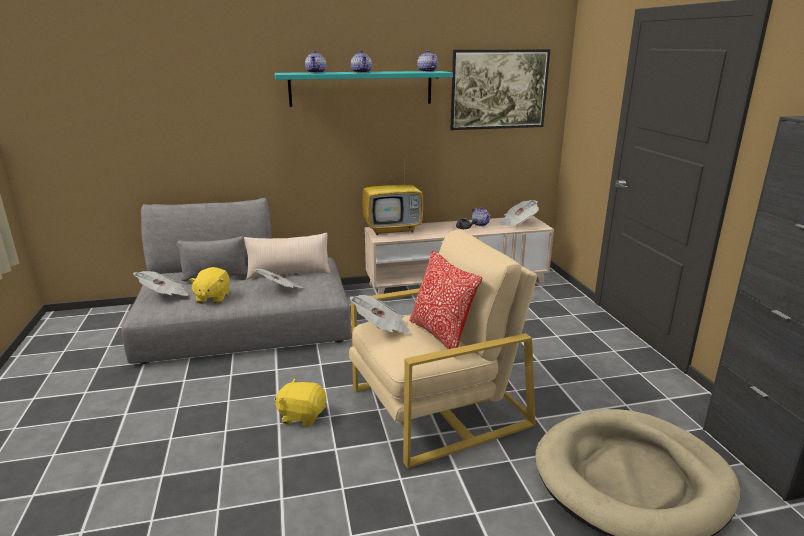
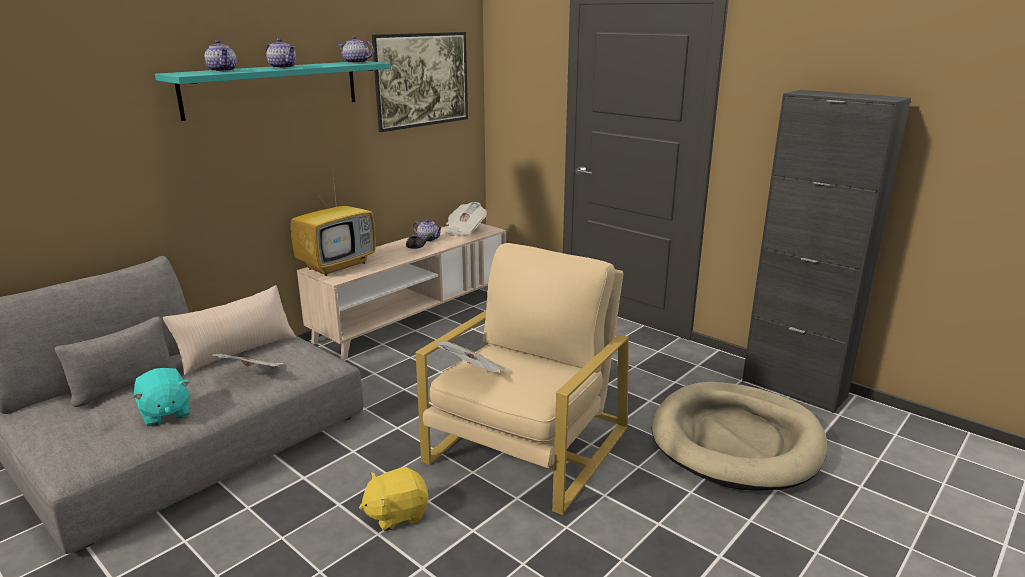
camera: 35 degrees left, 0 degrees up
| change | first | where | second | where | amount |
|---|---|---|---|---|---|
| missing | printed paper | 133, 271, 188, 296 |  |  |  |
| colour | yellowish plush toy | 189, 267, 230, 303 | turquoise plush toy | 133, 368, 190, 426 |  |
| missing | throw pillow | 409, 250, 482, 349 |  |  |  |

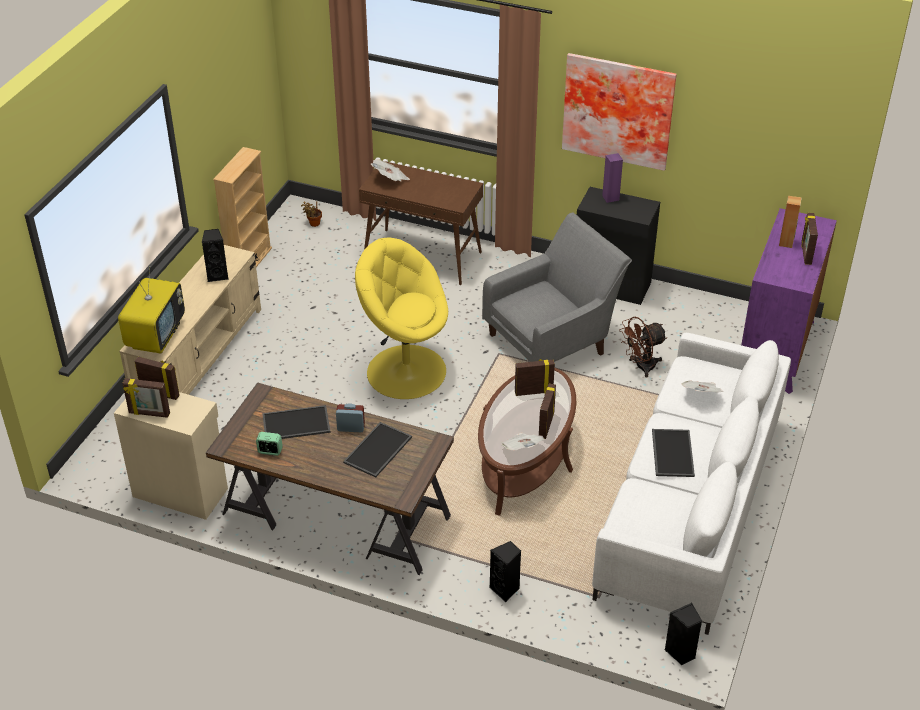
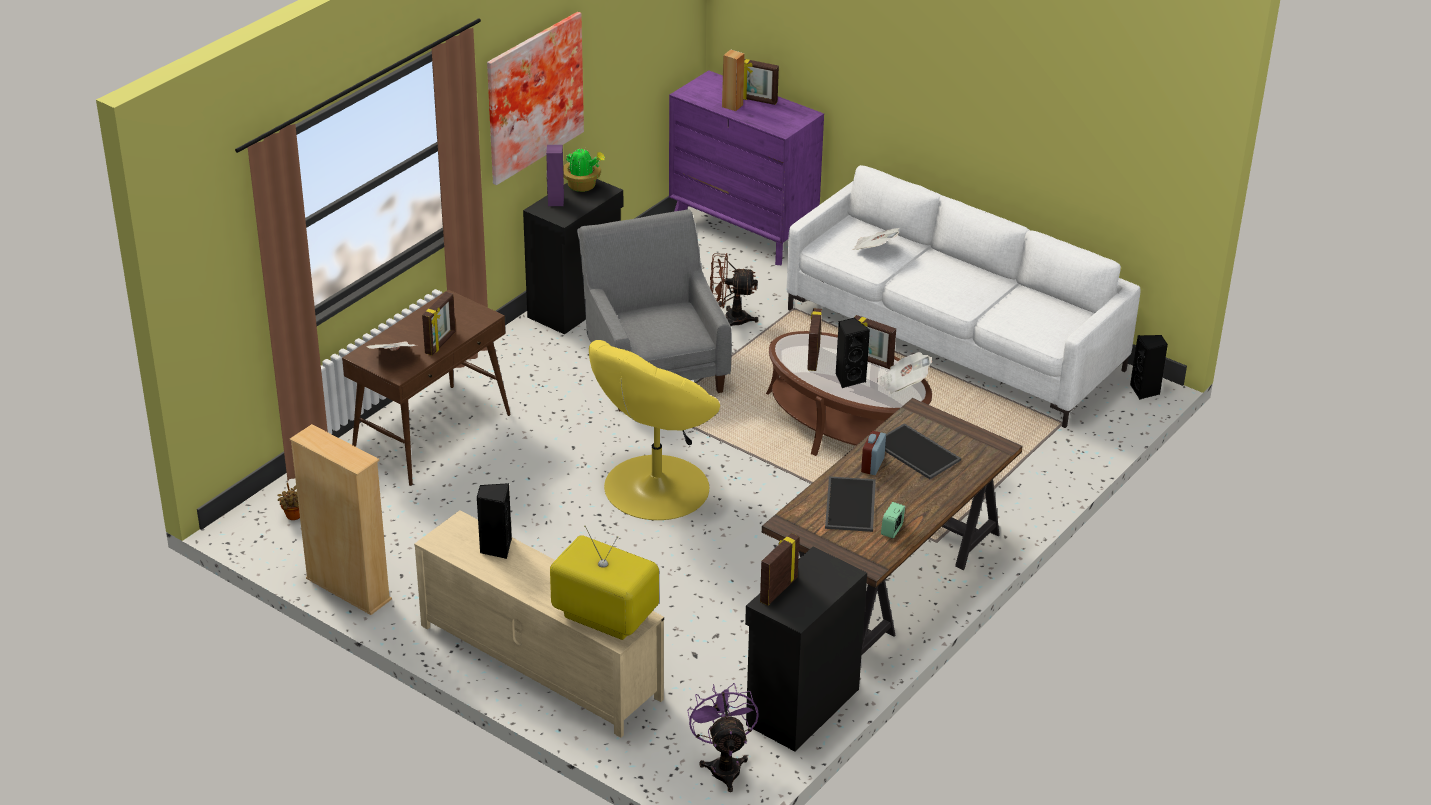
camera: 75 degrees left, 5 degrees down
| change | first | where | second | where | amount |
|---|---|---|---|---|---|
| colour | beige-coloured cupboard | 114, 392, 228, 520 | blackish cupboard | 745, 547, 867, 751 |  |
| relocated | photo frame | 122, 378, 170, 418 |  | 422, 292, 456, 355 |  |
| relocated | blackish loudspeaker | 490, 541, 521, 602 |  | 835, 317, 870, 388 |  |
| spun | brownish cooling fan | 619, 316, 667, 377 |  | 710, 253, 758, 326 | 105 degrees clockwise |
| missing | serving tray | 652, 429, 695, 477 |  |  |  |
| appeared |  |  | houseplant | 563, 148, 605, 192 |  |
| appeared |  |  | purple-coloured cooling fan | 687, 683, 759, 792 |  |

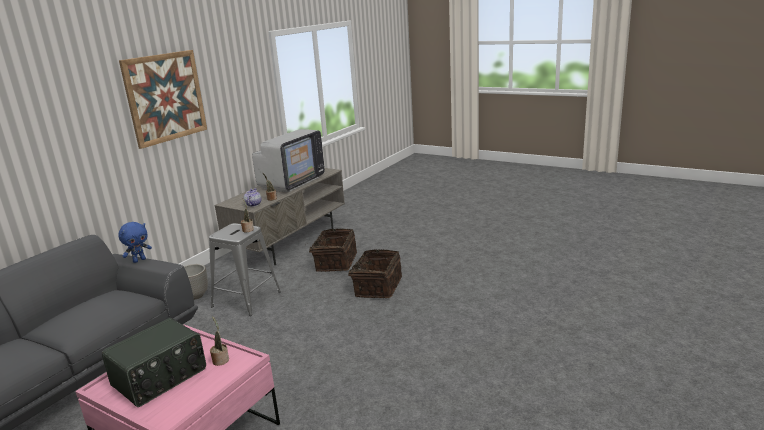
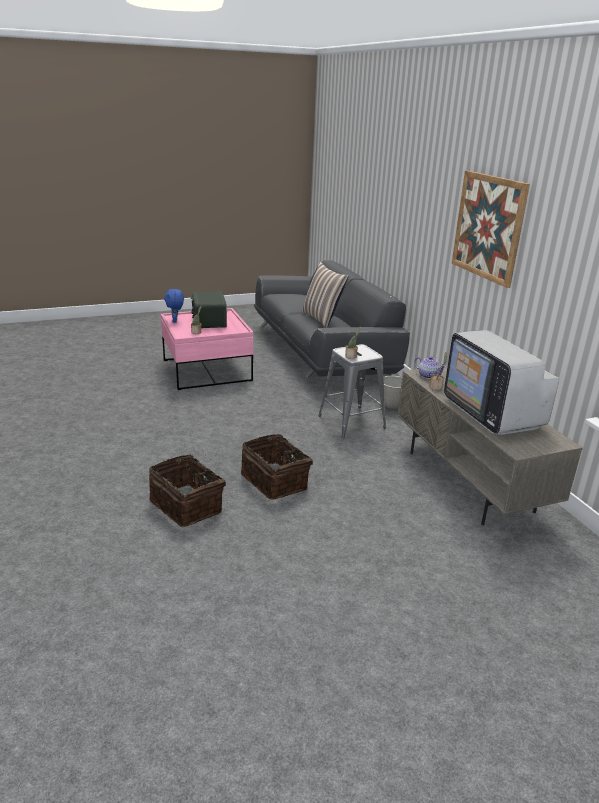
camera: 125 degrees right, 5 degrees up
| change | first | where | second | where | amount |
|---|---|---|---|---|---|
| relocated | blue-coloured plush toy | 118, 222, 152, 263 |  | 164, 289, 184, 323 |  |
| relocated | basket | 309, 228, 357, 272 |  | 149, 455, 226, 527 |  |
| appeared |  |  | throw pillow | 301, 262, 348, 328 |  |

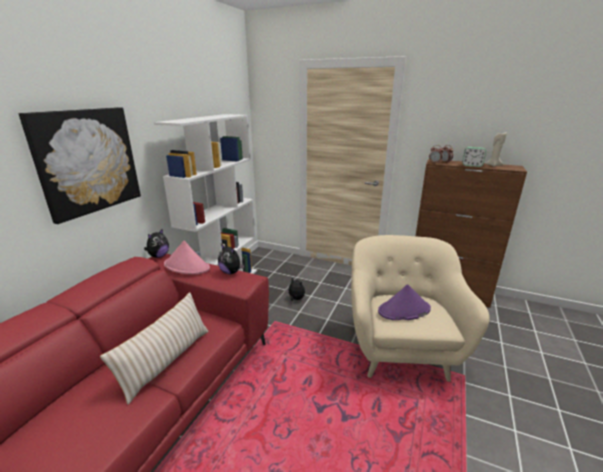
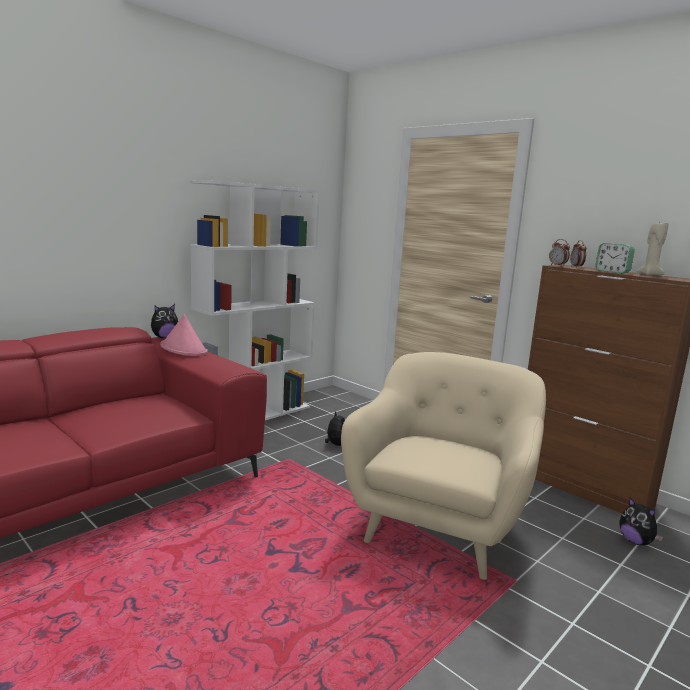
camera: 20 degrees right, 10 degrees down
| change | first | where | second | where | amount |
|---|---|---|---|---|---|
| missing | wall picture | 19, 107, 141, 224 |  |  |  |
| missing | beige-coloured throw pillow | 100, 292, 209, 405 |  |  |  |
| relocated | plush toy | 218, 244, 244, 274 |  | 619, 498, 664, 545 |  |
| missing | purple-coloured wearable hat | 378, 284, 431, 320 |  |  |  |

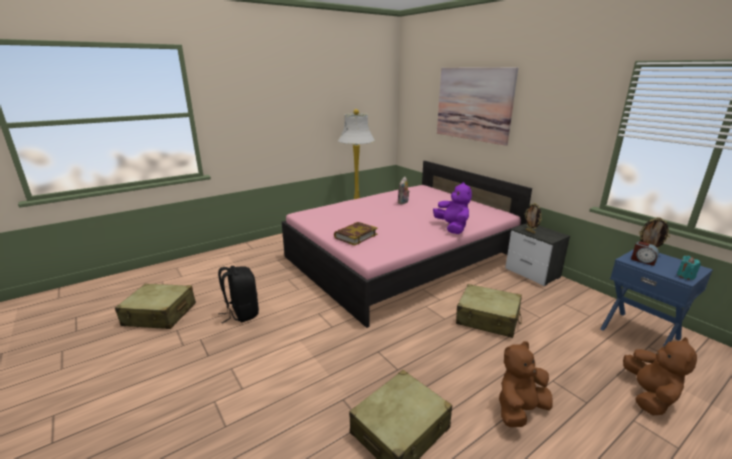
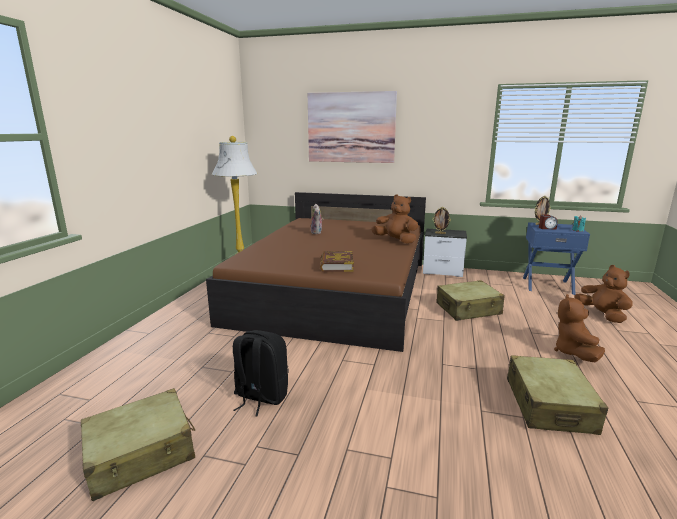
camera: 40 degrees left, 5 degrees down
| change | first | where | second | where | amount |
|---|---|---|---|---|---|
| colour | pinkish sleeping bed | 282, 161, 532, 328 | brownish sleeping bed | 206, 192, 426, 352 |  |
| colour | purple-coloured plush toy | 433, 182, 472, 234 | brownish plush toy | 371, 195, 418, 244 |  |

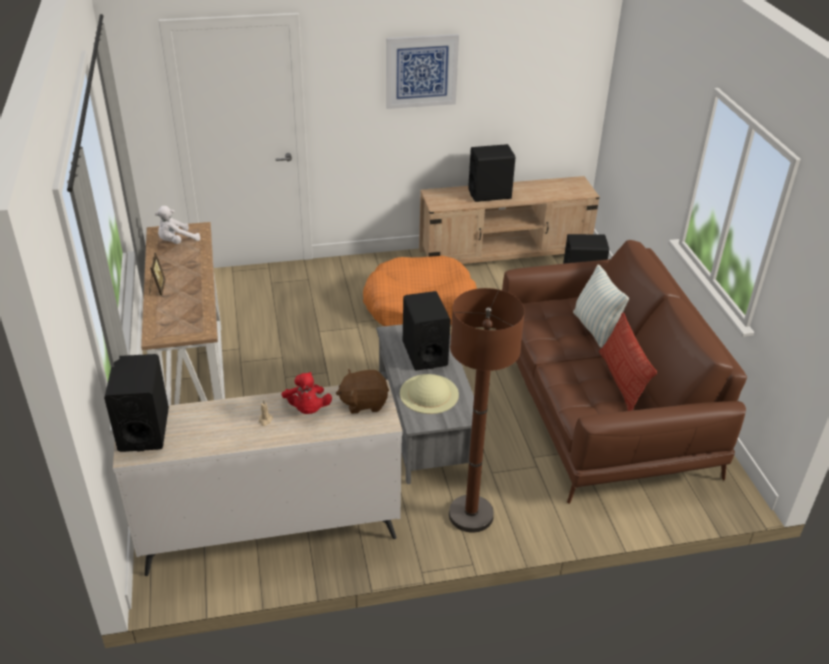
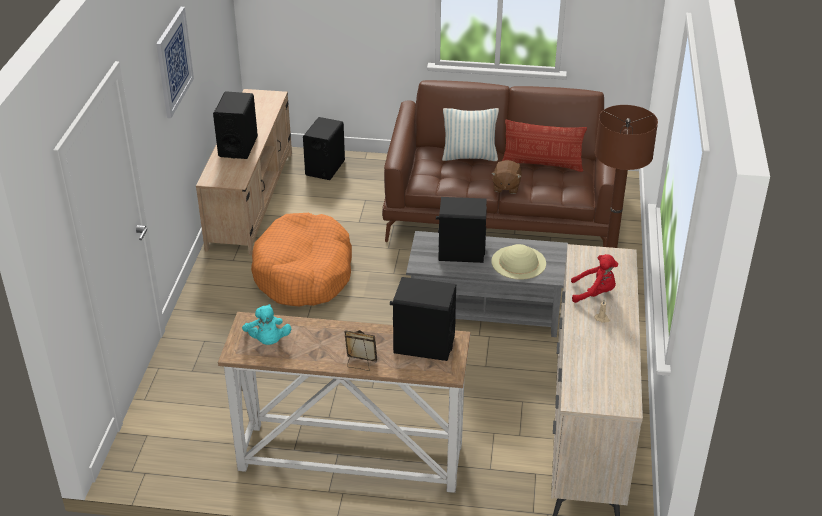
camera: 70 degrees left, 0 degrees up
| change | first | where | second | where | amount |
|---|---|---|---|---|---|
| relocated | blackish loudspeaker | 104, 354, 169, 452 |  | 390, 277, 456, 361 |  |
| colour | white-coloured plush toy | 155, 206, 200, 244 | turquoise plush toy | 242, 304, 291, 345 |  |
| relocated | brownish plush toy | 336, 369, 389, 414 |  | 491, 160, 522, 194 |  |

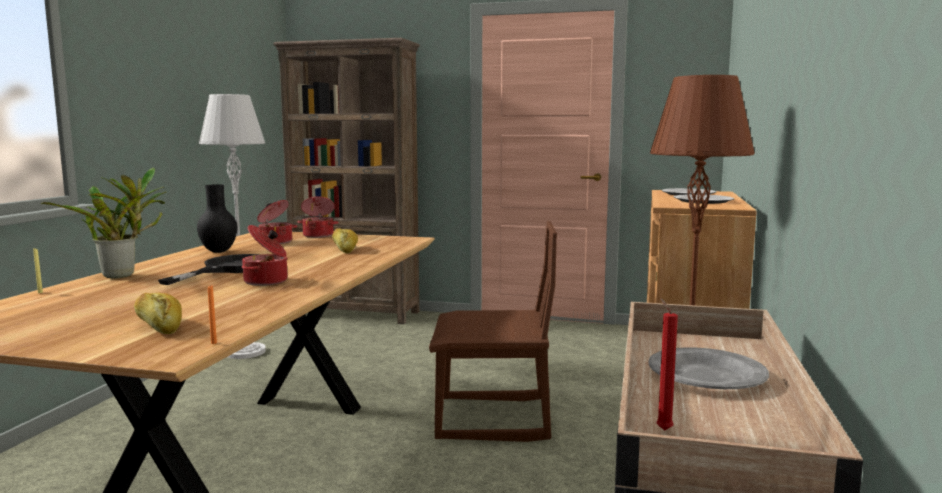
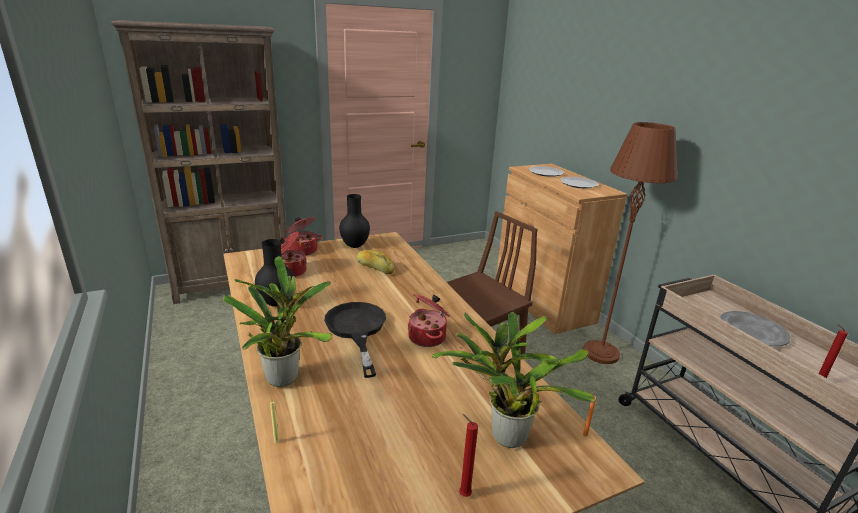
camera: 40 degrees left, 15 degrees up
| change | first | where | second | where | amount |
|---|---|---|---|---|---|
| exchanged | bakery bread | 134, 293, 182, 334 | houseplant | 432, 312, 595, 448 |  |
| missing | gray floor lamp | 199, 94, 266, 359 |  |  |  |
| appeared |  |  | blackish vase | 339, 194, 370, 248 |  |
| appeared |  |  | red-coloured wax light | 459, 414, 478, 497 |  |

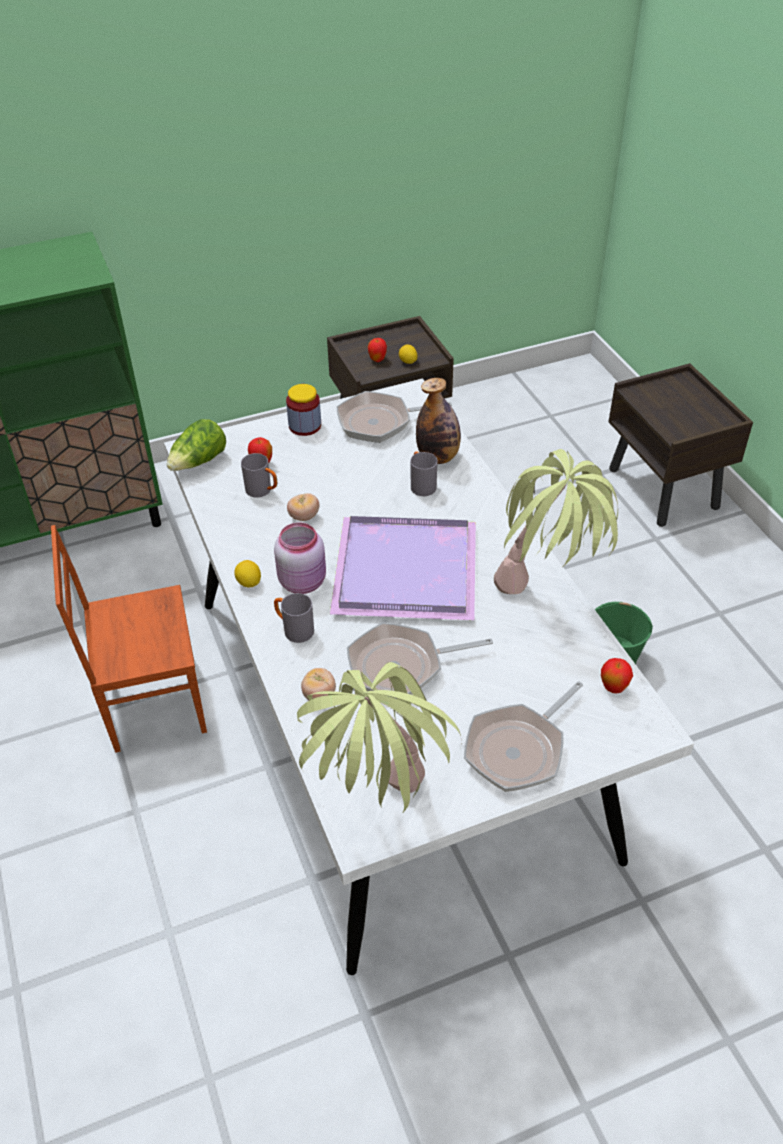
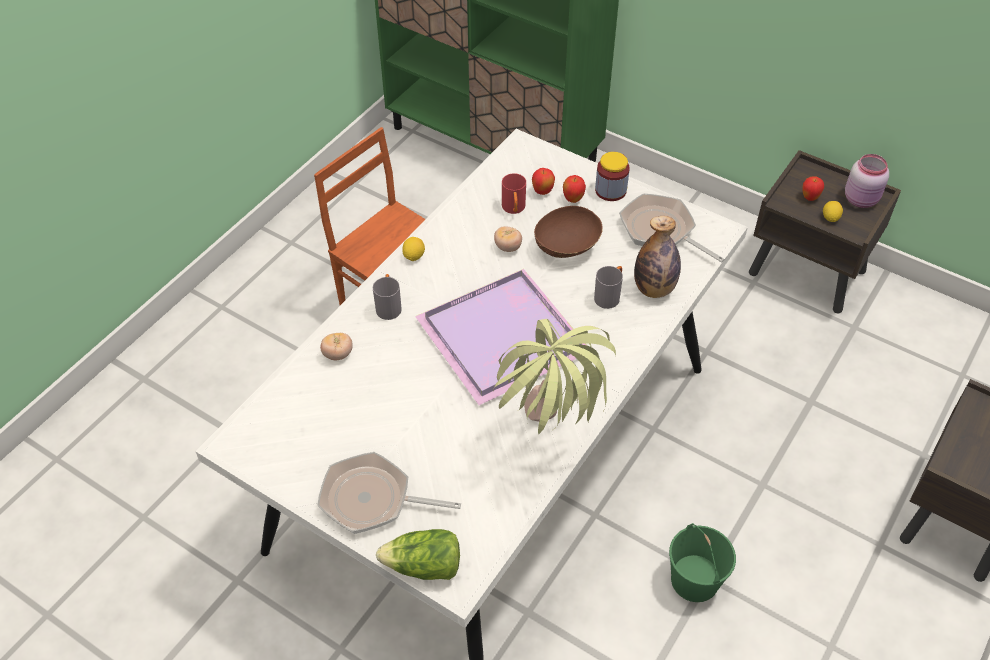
camera: 55 degrees right, 5 degrees up
| change | first | where | second | where | amount |
|---|---|---|---|---|---|
| relocated | lettuce head | 167, 419, 226, 471 |  | 376, 529, 460, 580 |  |
| colour | gray tea mug | 241, 453, 277, 498 | red-coloured tea mug | 502, 173, 526, 214 |  |
| relocated | pinkish jar | 274, 523, 326, 594 |  | 845, 154, 889, 208 |  |
| missing | houseplant | 297, 662, 461, 814 |  |  |  |
| missing | pan | 347, 622, 493, 699 |  |  |  |
| relocated | whole apple | 601, 658, 633, 693 |  | 563, 175, 586, 203 |  |
| appeared |  |  | brownish serving bowl | 534, 206, 603, 258 |  |

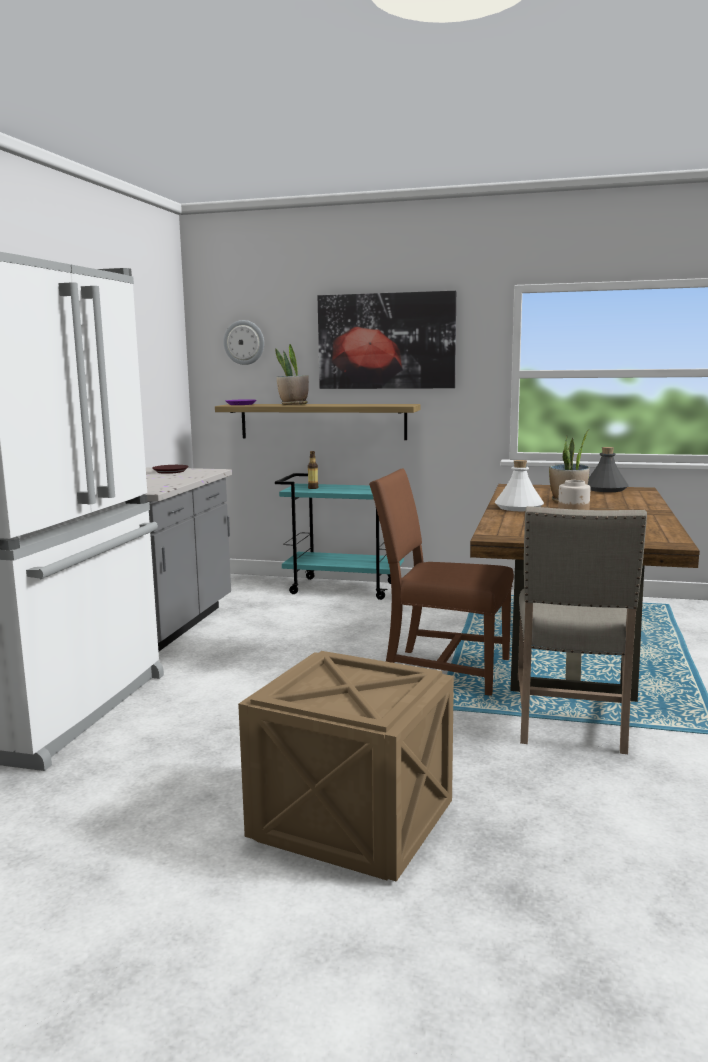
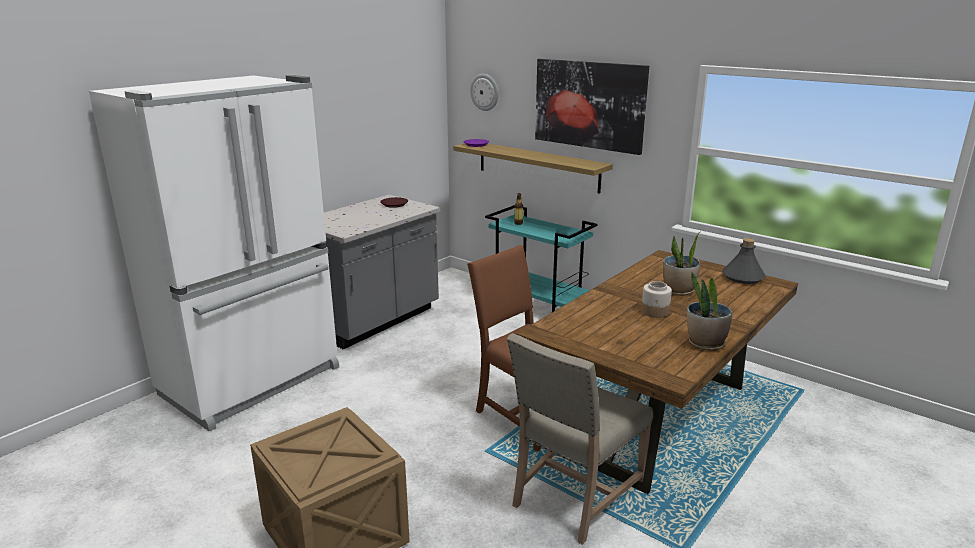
camera: 25 degrees right, 10 degrees up
| change | first | where | second | where | amount |
|---|---|---|---|---|---|
| relocated | houseplant | 275, 344, 309, 405 |  | 687, 272, 732, 351 |  |
| missing | white-coloured bottle | 494, 460, 544, 511 |  |  |  |

